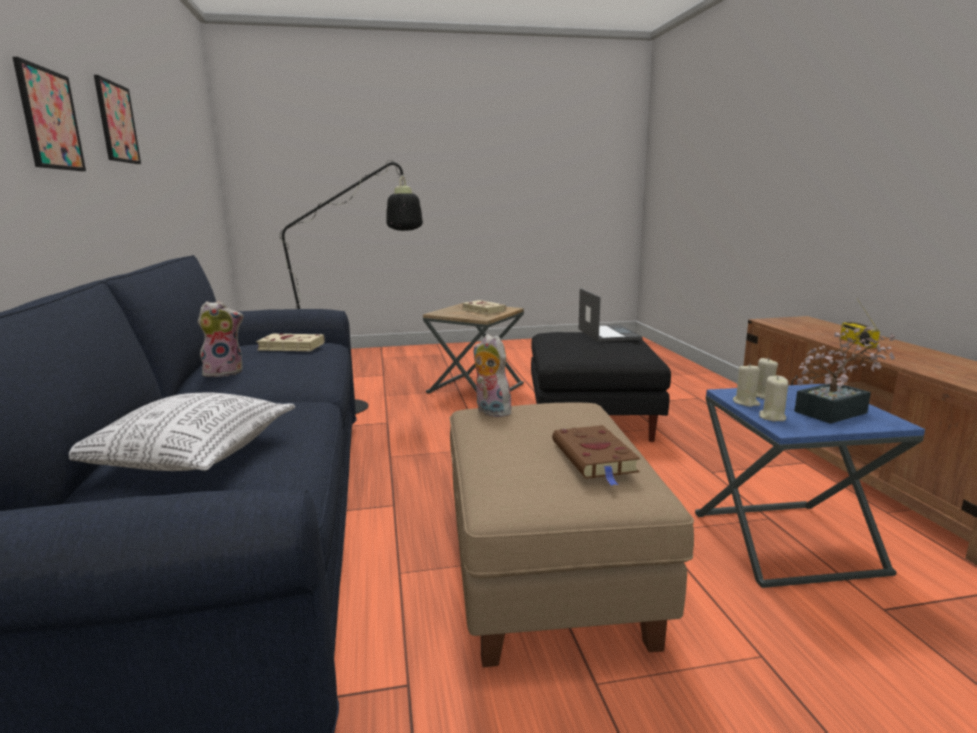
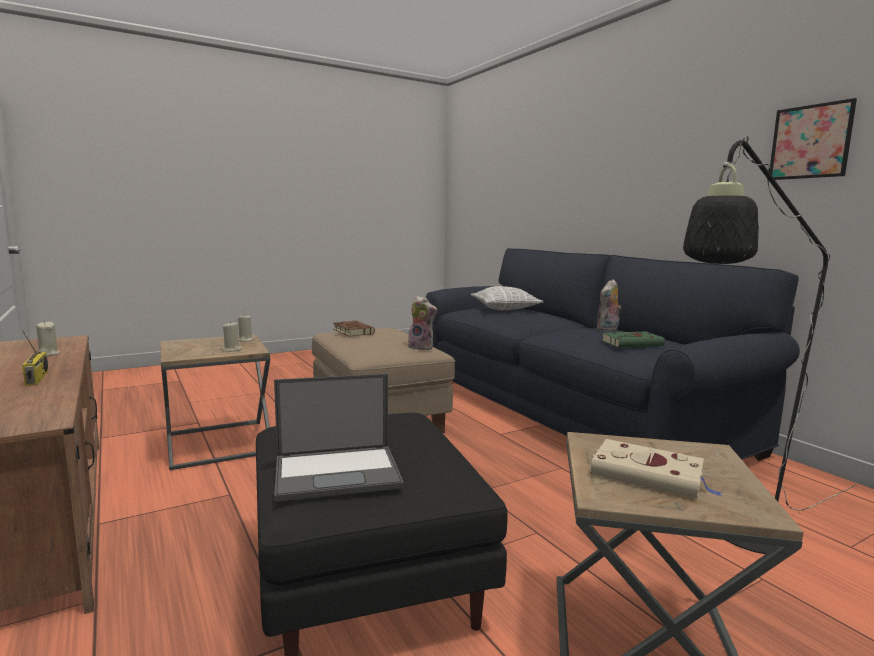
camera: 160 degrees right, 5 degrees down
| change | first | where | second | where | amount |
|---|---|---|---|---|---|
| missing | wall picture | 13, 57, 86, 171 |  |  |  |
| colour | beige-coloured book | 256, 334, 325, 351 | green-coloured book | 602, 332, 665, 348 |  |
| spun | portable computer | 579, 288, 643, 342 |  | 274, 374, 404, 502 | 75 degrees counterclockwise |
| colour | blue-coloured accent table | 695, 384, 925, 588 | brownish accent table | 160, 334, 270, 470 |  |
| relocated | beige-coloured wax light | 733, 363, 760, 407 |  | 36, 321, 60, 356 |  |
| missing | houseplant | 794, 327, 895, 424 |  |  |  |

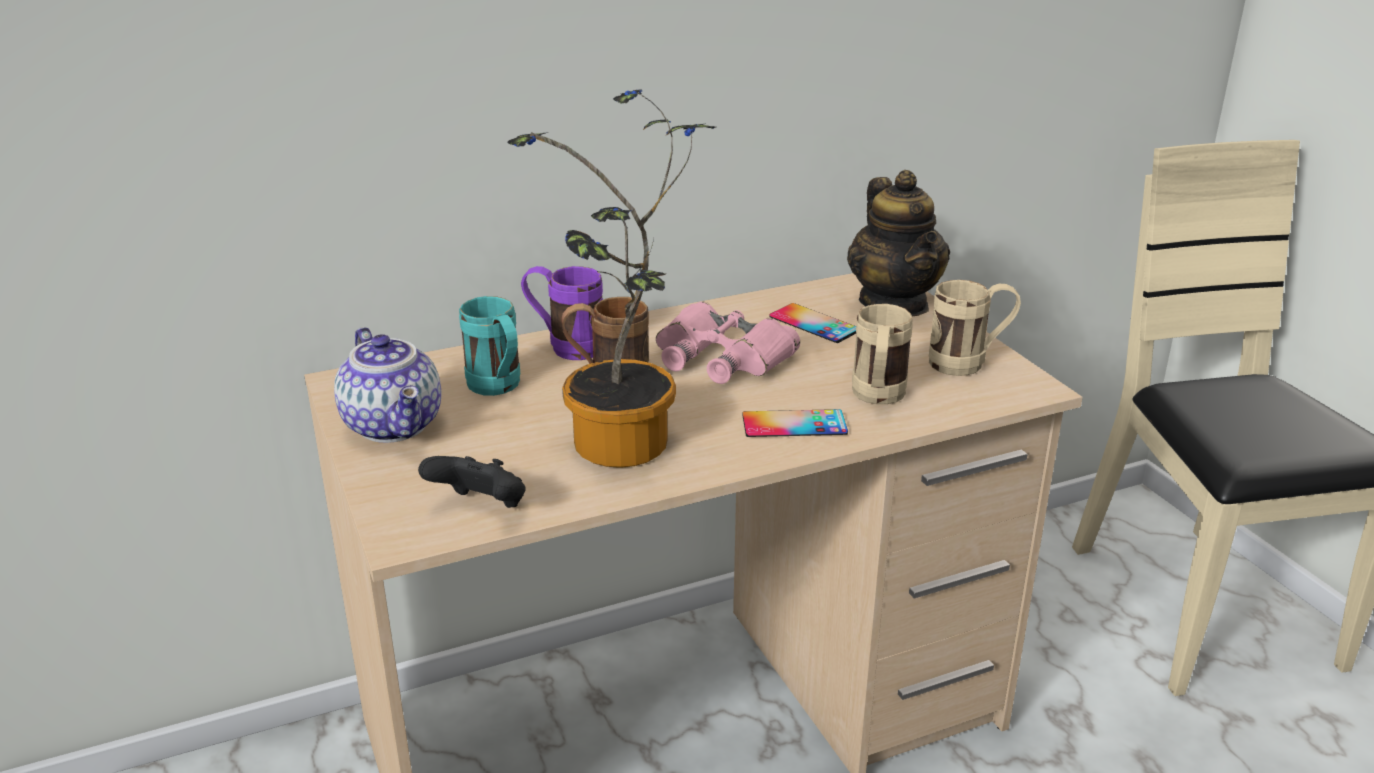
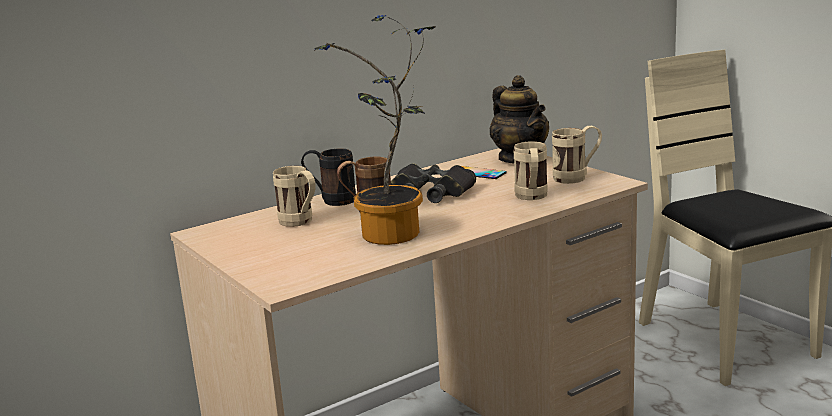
camera: 10 degrees left, 10 degrees down
| change | first | where | second | where | amount |
|---|---|---|---|---|---|
| missing | teapot | 334, 327, 441, 443 |  |  |  |
| missing | blackish game controller | 418, 456, 526, 508 |  |  |  |
| colour | turquoise tea mug | 459, 296, 520, 396 | beige-coloured tea mug | 273, 166, 316, 227 |  |
| colour | purple-coloured tea mug | 521, 266, 603, 360 | blackish tea mug | 301, 149, 356, 206 |  |
| colour | pinkish binoculars | 656, 302, 800, 384 | blackish binoculars | 391, 164, 476, 203 |  |
| missing | telephone | 742, 409, 848, 437 |  |  |  |

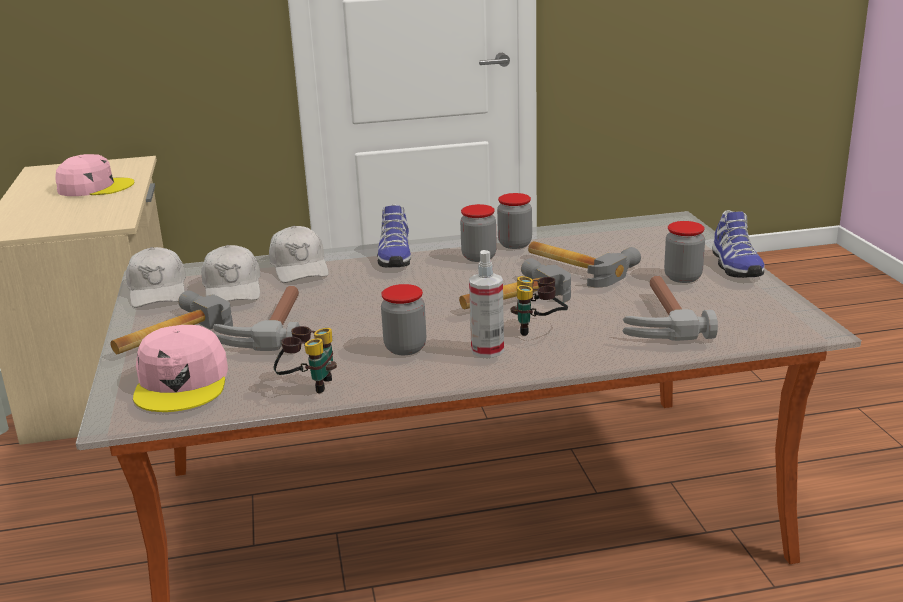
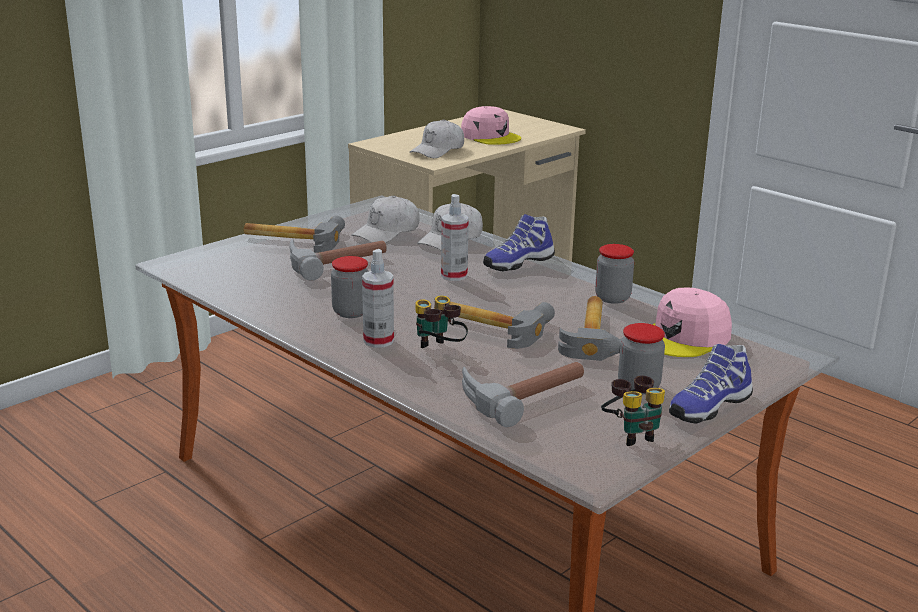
camera: 55 degrees right, 0 degrees up
| change | first | where | second | where | amount |
|---|---|---|---|---|---|
| relocated | white-coloured baseball cap | 126, 247, 186, 308 |  | 410, 119, 464, 158 |  |
| relocated | pinkish baseball cap | 133, 325, 228, 412 |  | 652, 288, 732, 357 |  |
| relocated | binoculars | 274, 326, 337, 394 |  | 601, 376, 665, 446 |  |
| missing | jar | 460, 204, 497, 262 |  |  |  |
| appeared |  |  | spray bottle | 441, 194, 469, 281 |  |

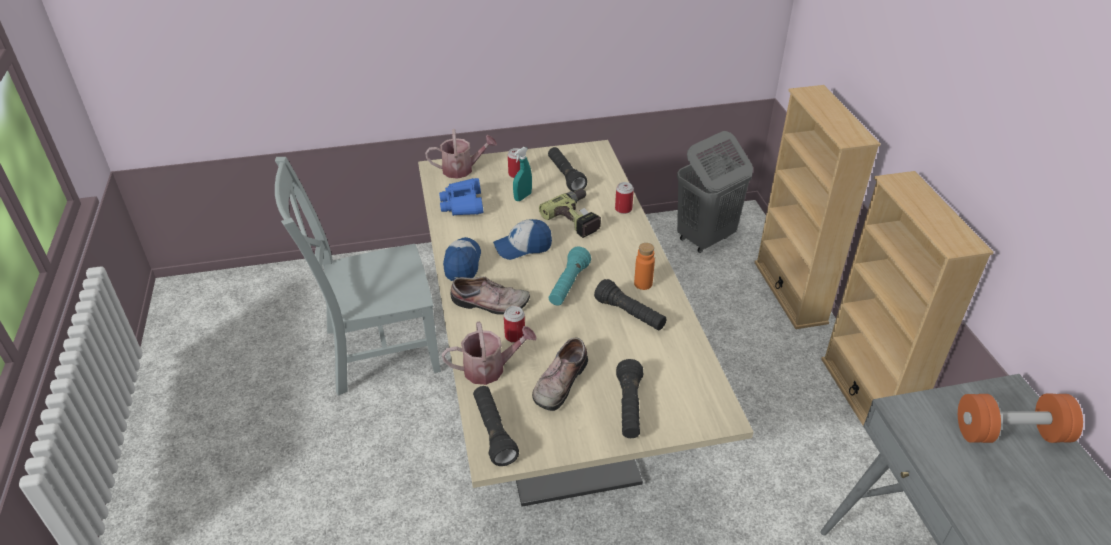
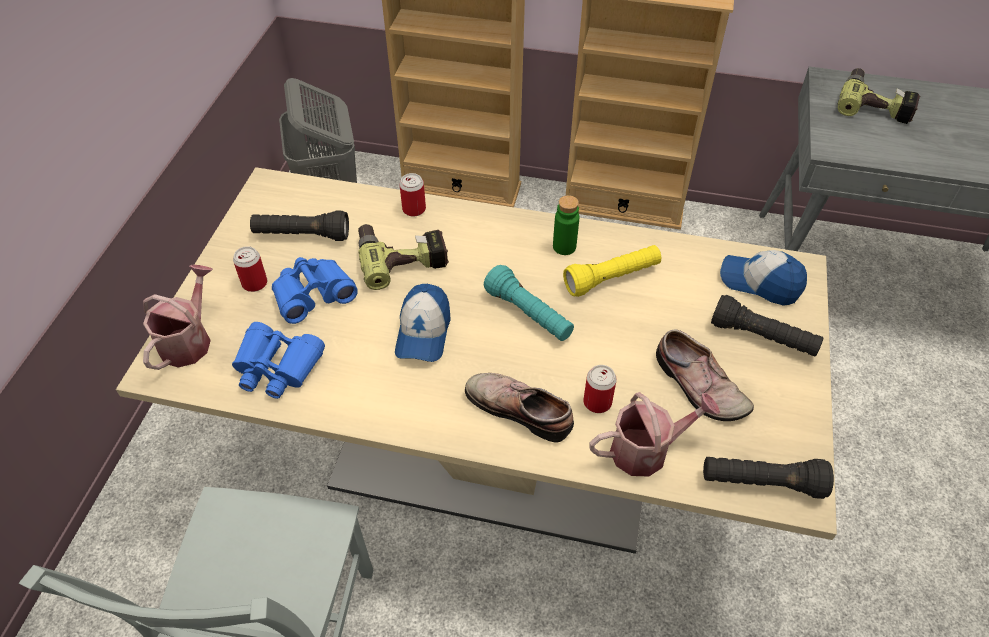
camera: 65 degrees left, 10 degrees up
| change | first | where | second | where | amount |
|---|---|---|---|---|---|
| spun | watering pot | 442, 322, 537, 385 |  | 589, 392, 720, 476 | 60 degrees clockwise |
| relocated | baseball cap | 443, 237, 481, 281 |  | 720, 250, 807, 306 |  |
| spun | shoe | 451, 277, 530, 315 |  | 465, 373, 574, 443 | 90 degrees counterclockwise |
| exchanged | turquoise spray bottle | 513, 147, 532, 201 | blue-coloured binoculars | 272, 257, 358, 324 |  |
| colour | blackish torch | 594, 279, 666, 330 | yellowish torch | 563, 245, 661, 297 |  |
| colour | orange bottle | 634, 243, 655, 290 | green-coloured bottle | 553, 195, 579, 255 |  |
| exchanged | orange free weight | 958, 394, 1083, 443 | drill | 837, 68, 920, 124 |  |

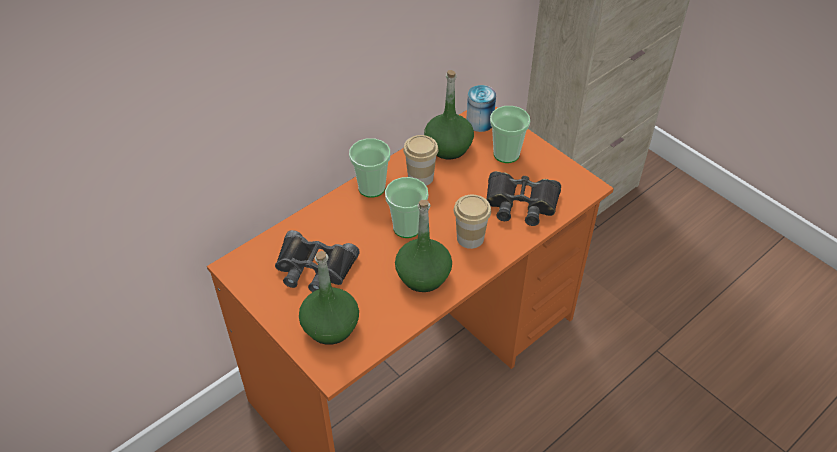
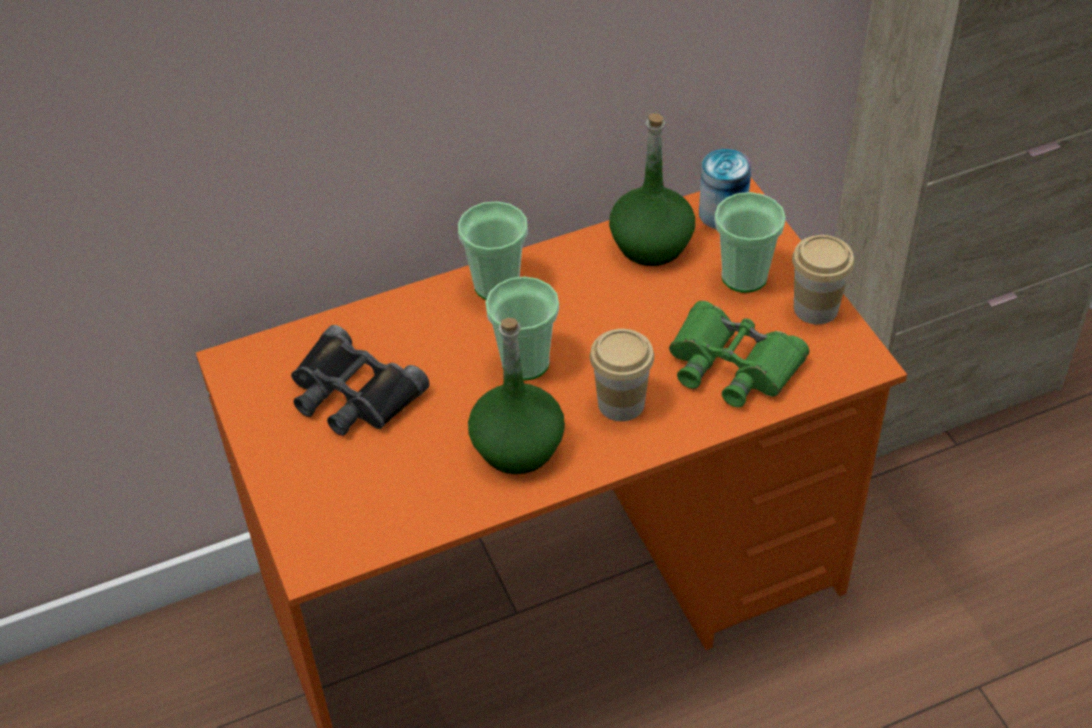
camera: 20 degrees right, 0 degrees up
| change | first | where | second | where | amount |
|---|---|---|---|---|---|
| missing | green-coloured bottle | 299, 251, 359, 345 |  |  |  |
| relocated | drinking cup | 403, 135, 438, 186 |  | 792, 235, 854, 325 |  |
| colour | blackish binoculars | 486, 171, 561, 226 | green-coloured binoculars | 669, 301, 809, 407 |  |

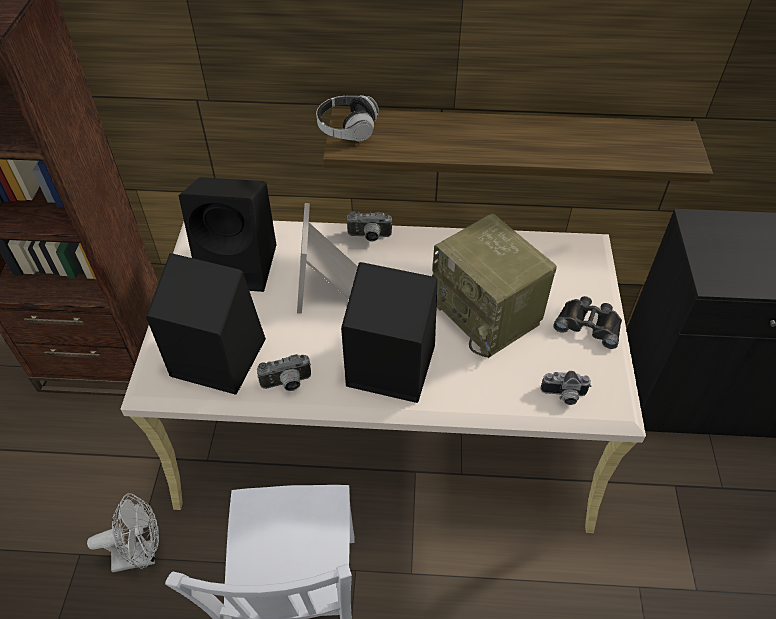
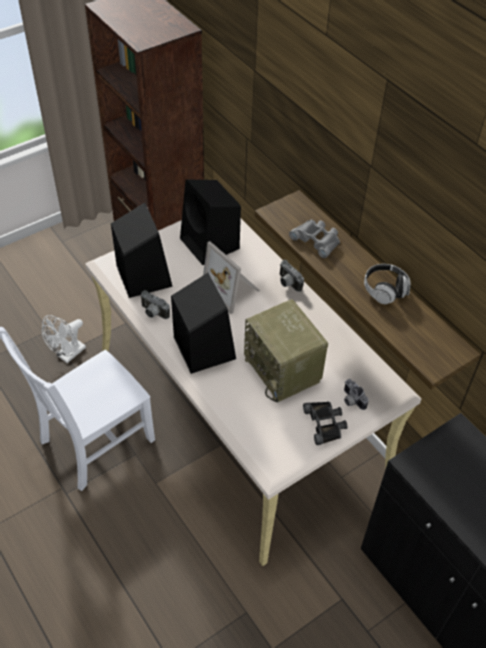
camera: 50 degrees right, 0 degrees up
| change | first | where | second | where | amount |
|---|---|---|---|---|---|
| spun | white-coloured cooling fan | 87, 493, 159, 572 |  | 42, 315, 86, 363 | 90 degrees clockwise |
| spun | photo frame | 297, 203, 358, 314 |  | 203, 241, 260, 314 | 90 degrees counterclockwise |
| relocated | headphones | 316, 95, 379, 141 |  | 364, 264, 410, 304 |  |
| spun | radio receiver | 432, 214, 557, 358 |  | 244, 299, 328, 403 | 45 degrees counterclockwise |
| relocated | still camera | 541, 371, 591, 405 |  | 344, 379, 368, 410 |  |
| appeared |  |  | gray binoculars | 289, 220, 340, 258 |  |

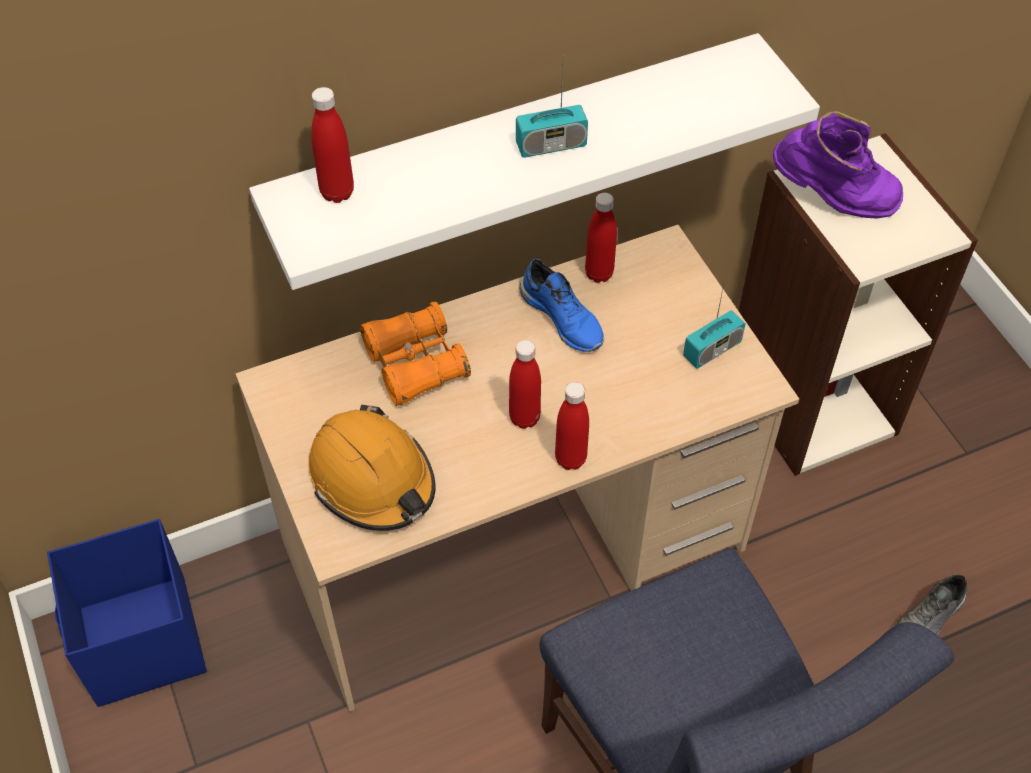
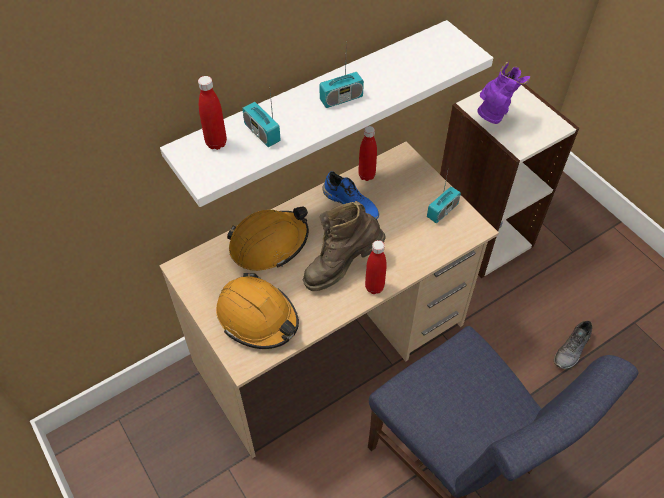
camera: 10 degrees left, 0 degrees up
| change | first | where | second | where | amount |
|---|---|---|---|---|---|
| missing | blue-coloured storage bin | 47, 519, 207, 707 |  |  |  |
| exchanged | orange binoculars | 360, 301, 471, 406 | orange safety helmet | 227, 207, 309, 271 |  |
| exchanged | red-coloured bottle | 509, 340, 541, 429 | brownish tall boot | 303, 201, 385, 291 |  |
| spun | purple-coloured tall boot | 773, 111, 903, 219 |  | 477, 62, 530, 124 | 75 degrees counterclockwise |
| appeared |  |  | radio receiver | 242, 84, 281, 147 |  |

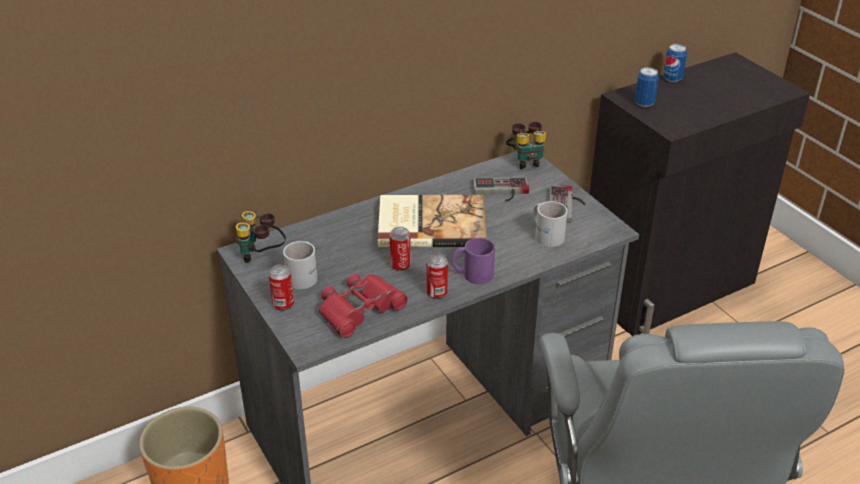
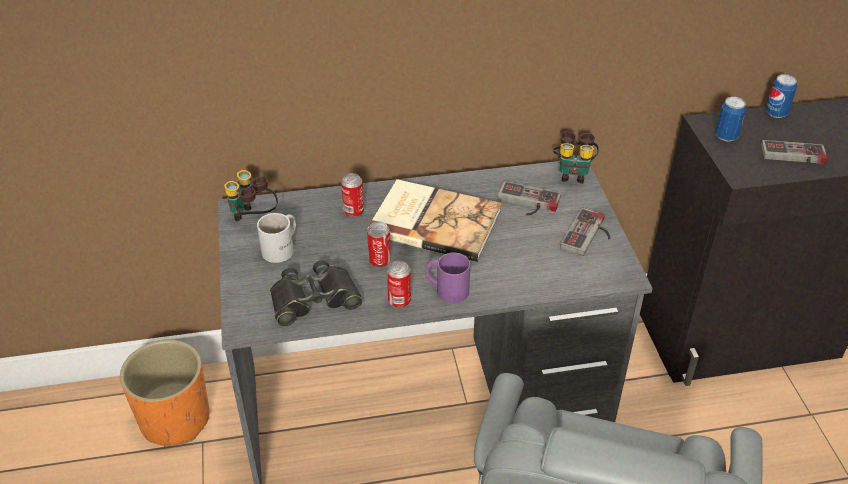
camera: 20 degrees right, 5 degrees up
| change | first | where | second | where | amount |
|---|---|---|---|---|---|
| relocated | can | 268, 264, 294, 311 |  | 341, 173, 364, 218 |  |
| colour | red-coloured binoculars | 319, 274, 408, 338 | blackish binoculars | 270, 260, 363, 326 |  |
| missing | white-coloured tea mug | 534, 201, 568, 247 |  |  |  |
| appeared |  |  | game controller | 761, 140, 828, 171 |  |

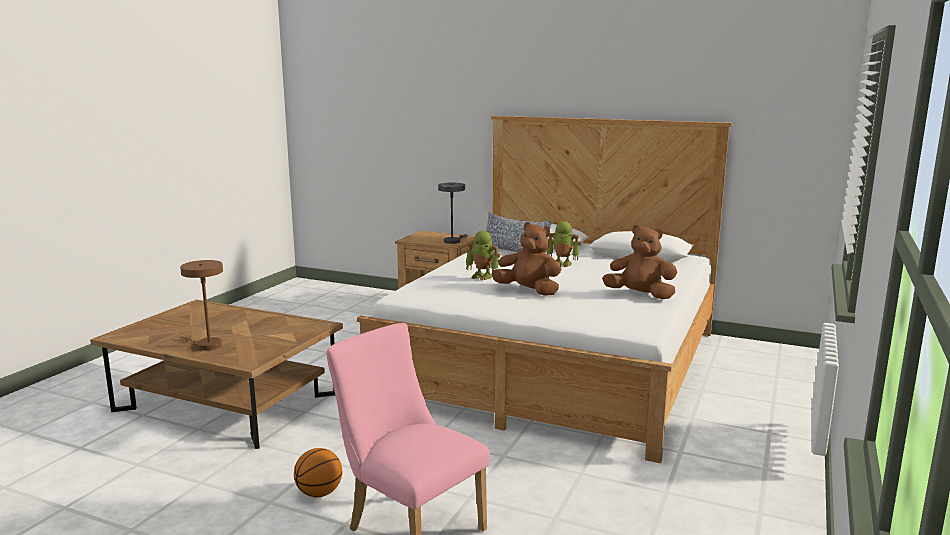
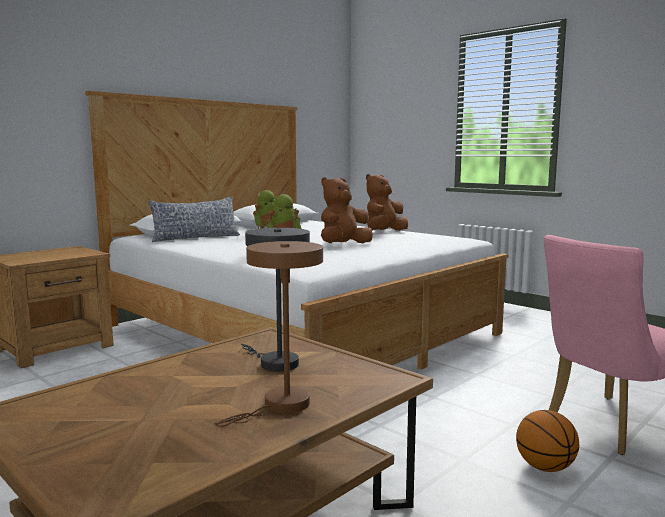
camera: 70 degrees left, 5 degrees down
| change | first | where | second | where | amount |
|---|---|---|---|---|---|
| relocated | gray tabletop lamp | 438, 183, 468, 244 |  | 241, 228, 310, 372 |  |

